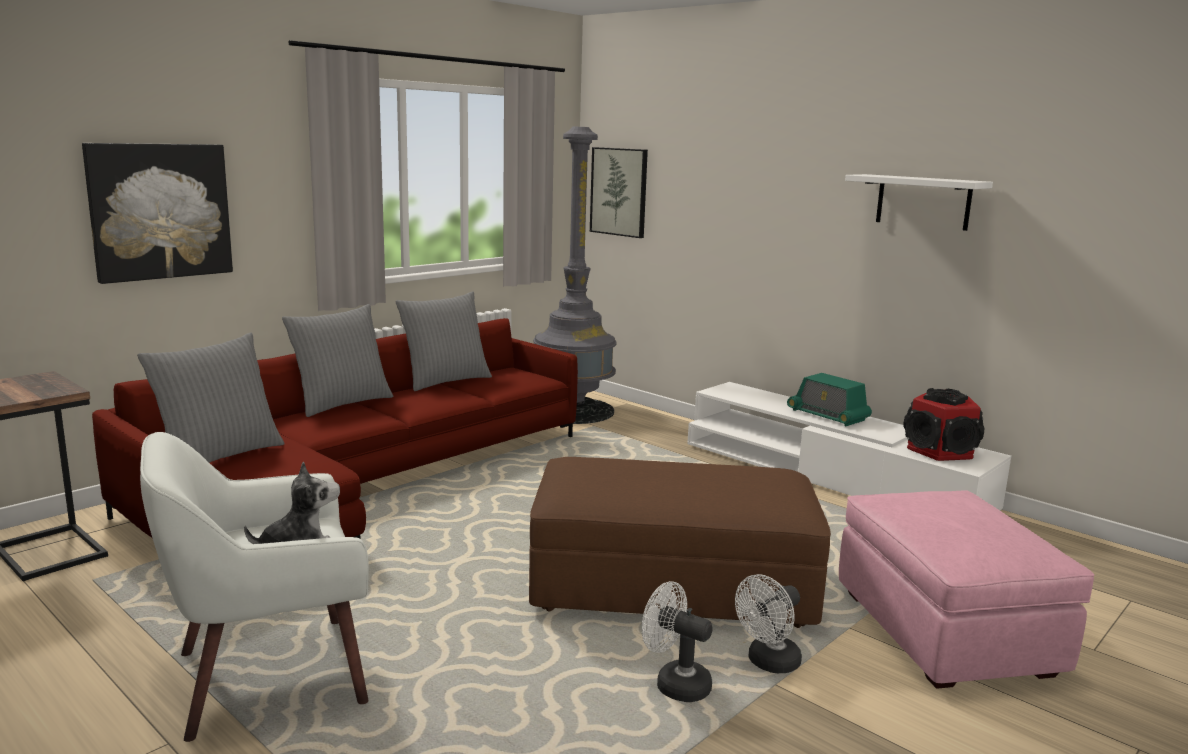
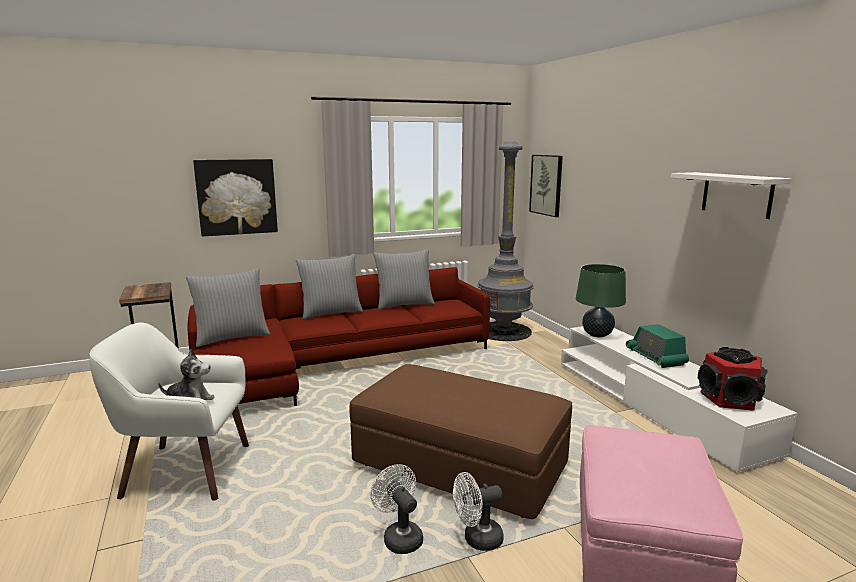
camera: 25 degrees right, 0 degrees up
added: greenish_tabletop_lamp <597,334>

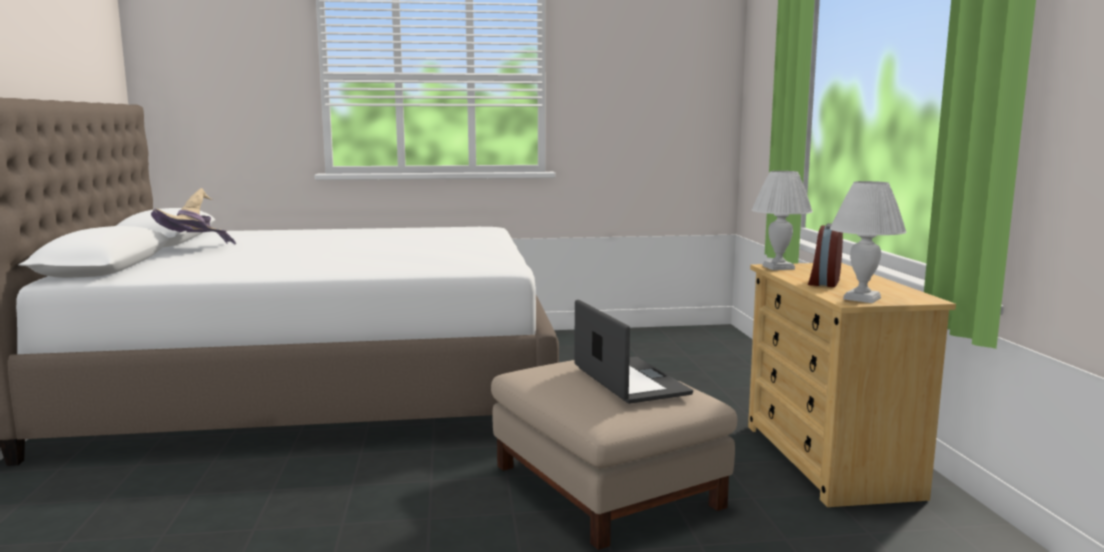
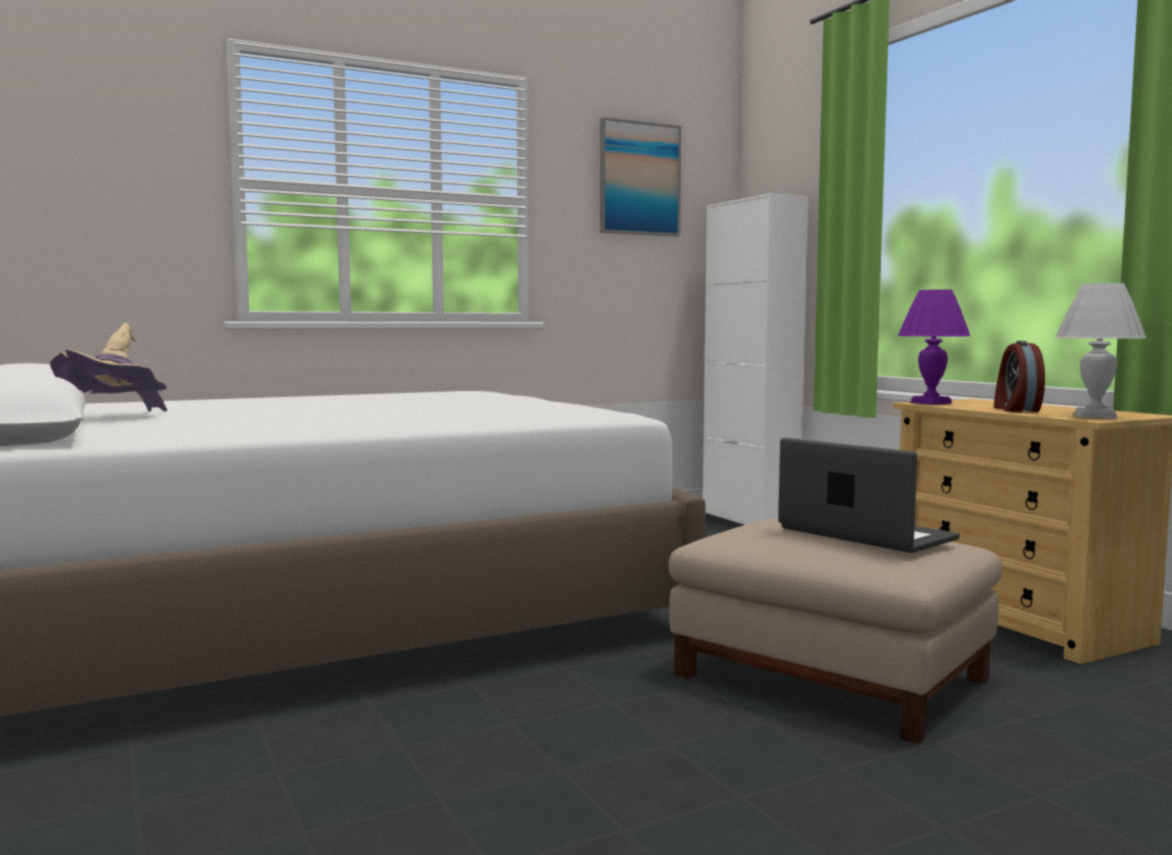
camera: 20 degrees left, 5 degrees down
added: picture <639,179>; white-coloured_storage_cabinet <749,520>
recoloured: white-coloured_tabletop_lamp <777,267> to purple-coloured_tabletop_lamp <930,403>

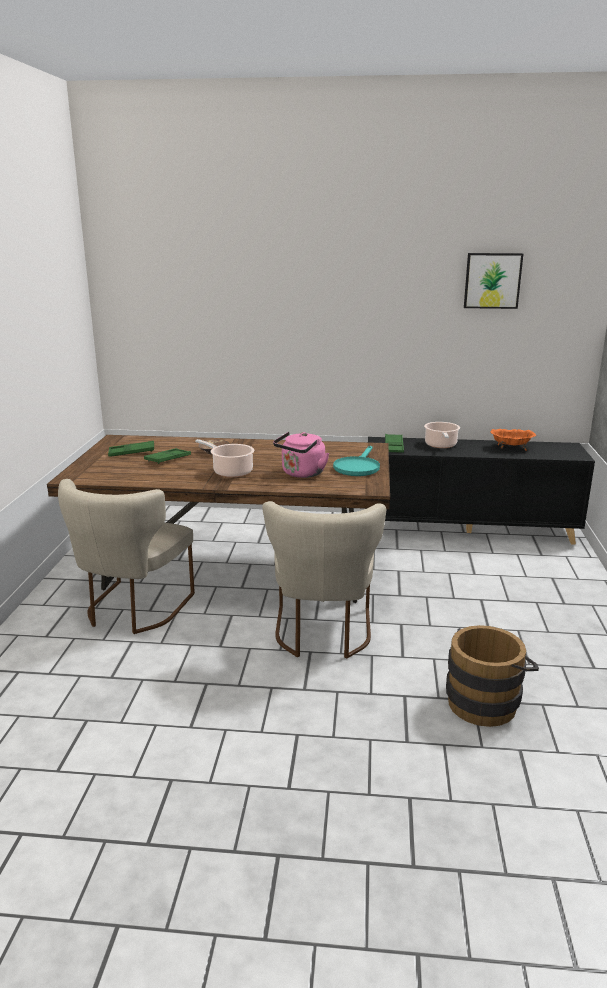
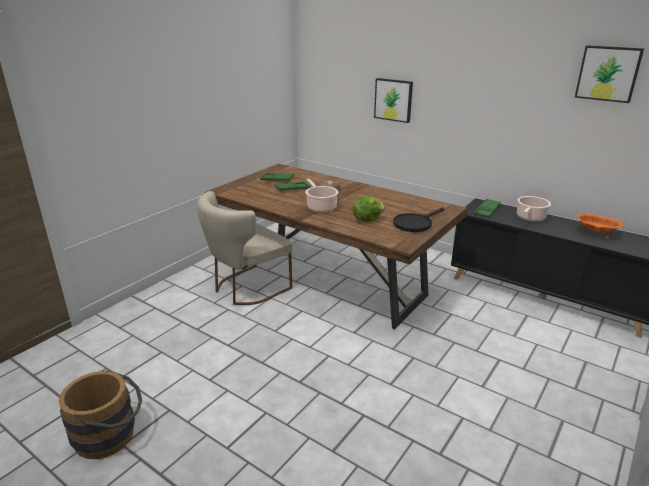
camera: 30 degrees right, 5 degrees up
removed: sand-coloured_chair <322,634>
added: picture <393,100>
moved: brown_pail <486,701> to <111,435>
replaced: pink-coloured_kettle <301,474> to head_of_lettuce <367,220>
recoloured: blue-green_frying_pan <357,467> to blackish_frying_pan <415,223>

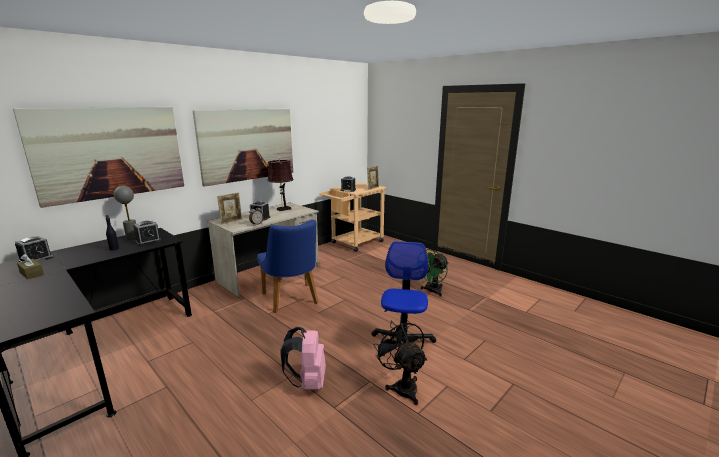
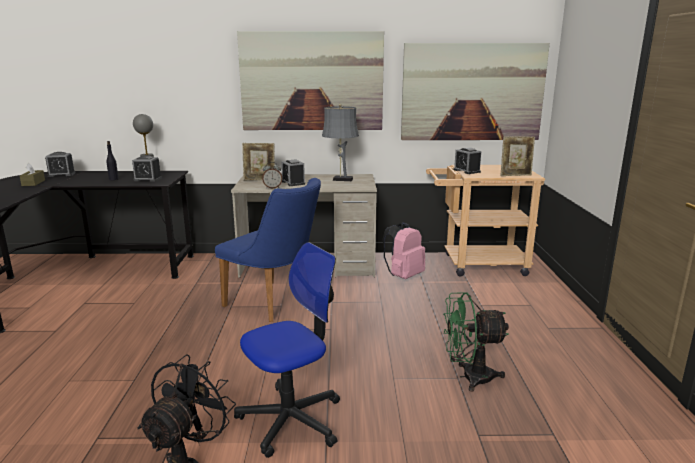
camera: 45 degrees right, 0 degrees up
moved: picture <110,152> to <472,92>; pink-coloured_knapsack <308,382> to <403,276>
recoloured: brown_tabletop_lamp <282,209> to grey_tabletop_lamp <340,179>
turned: blue-coloured_chair <292,300> = <275,303> 75 degrees counterclockwise

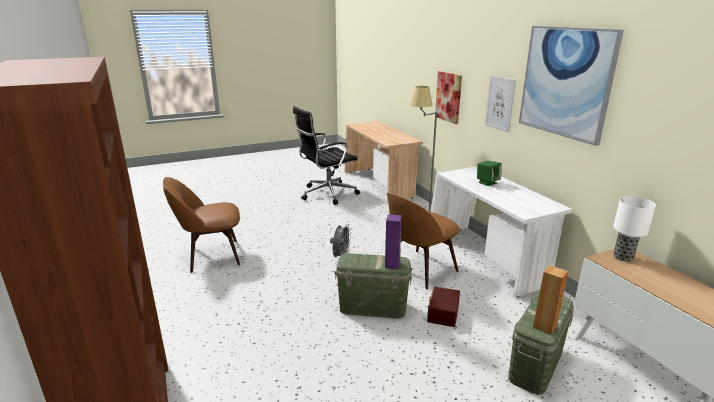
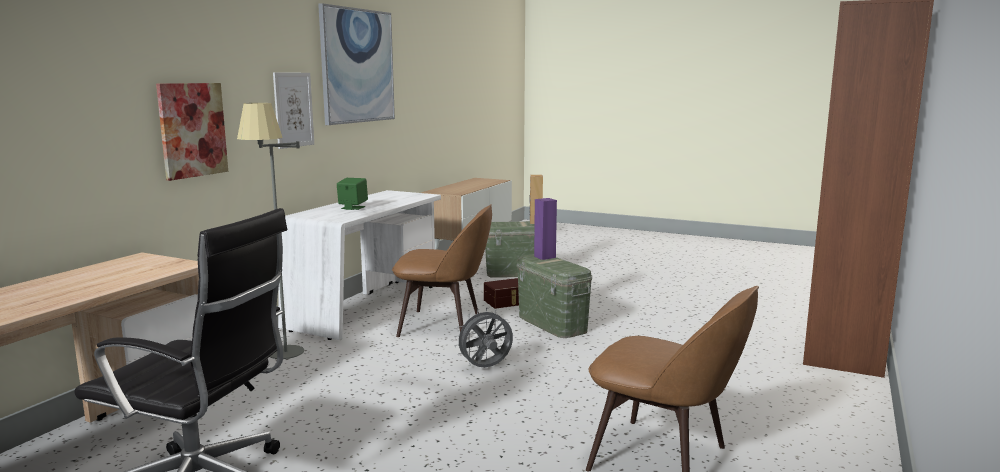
camera: 130 degrees left, 10 degrees down
removed: tabletop_lamp <622,257>

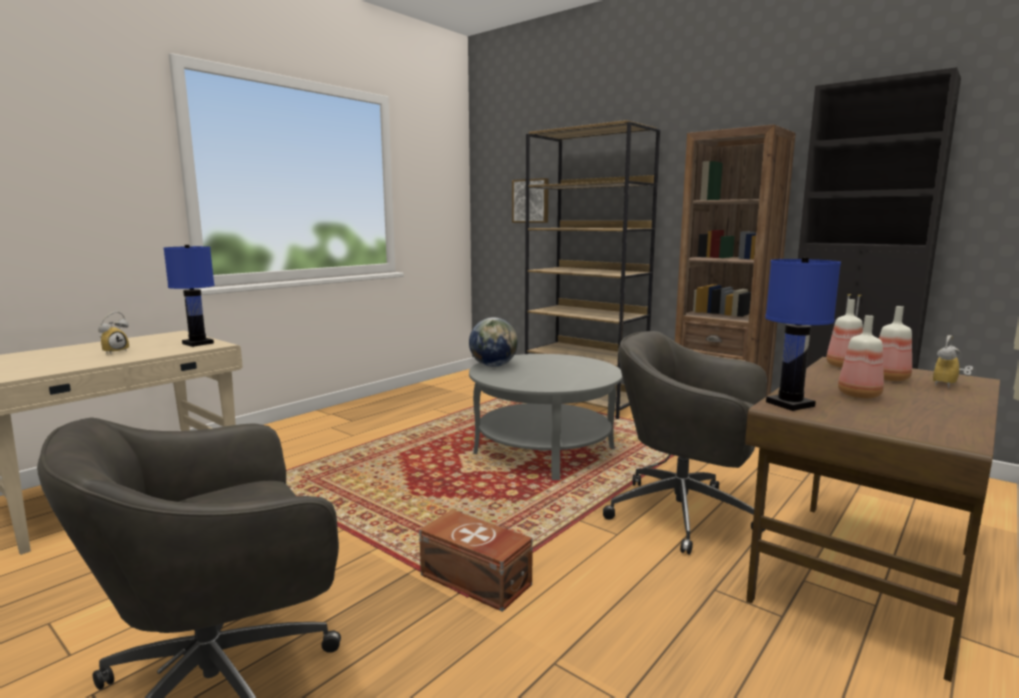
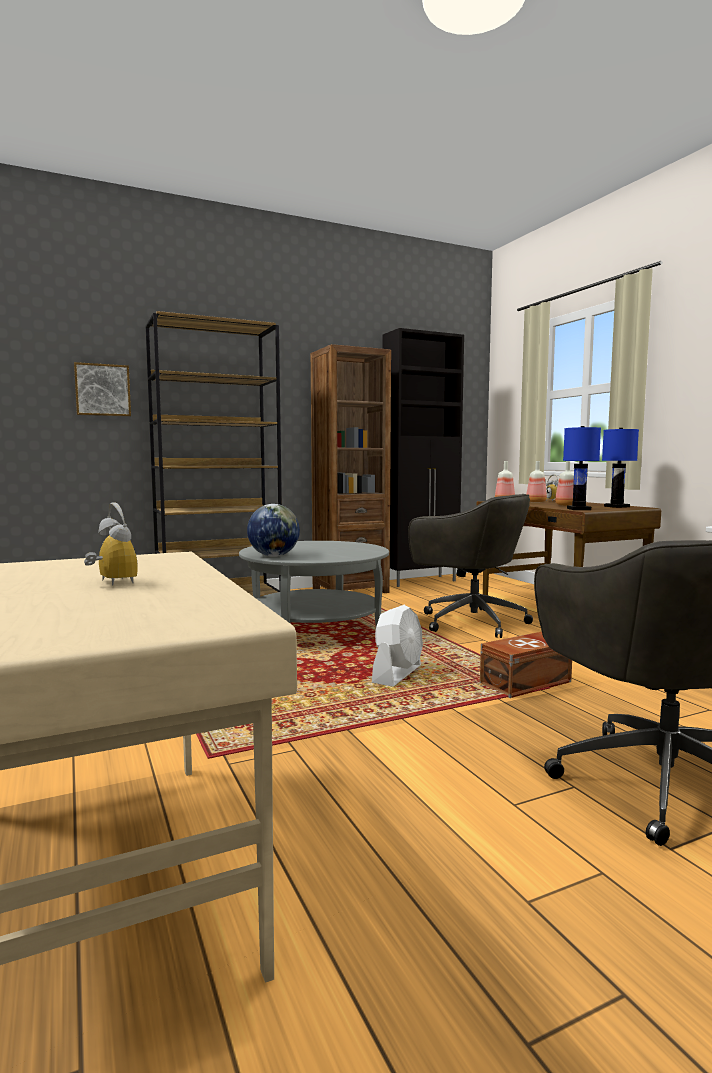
camera: 65 degrees left, 5 degrees down
added: white-coloured_electric_fan <397,675>
moved: blue-coloured_tabletop_lamp <197,343> to <616,506>
turned: grey_office_chair <685,515> = <469,622> 105 degrees counterclockwise

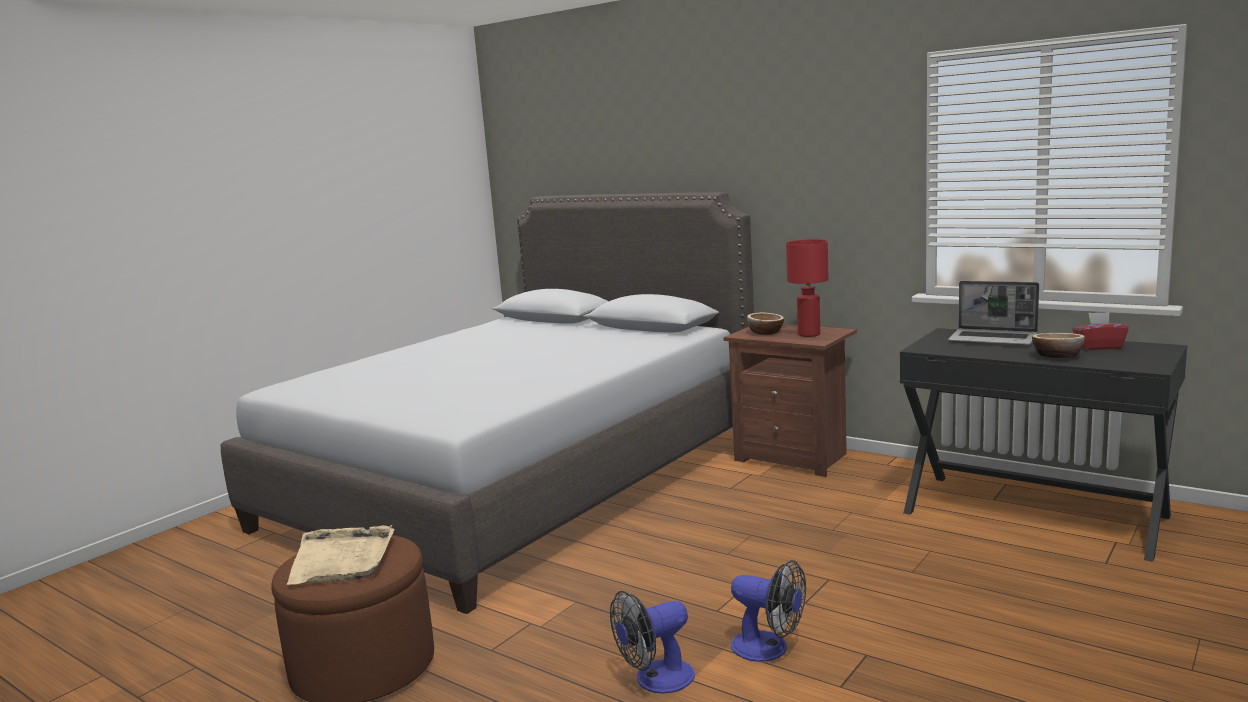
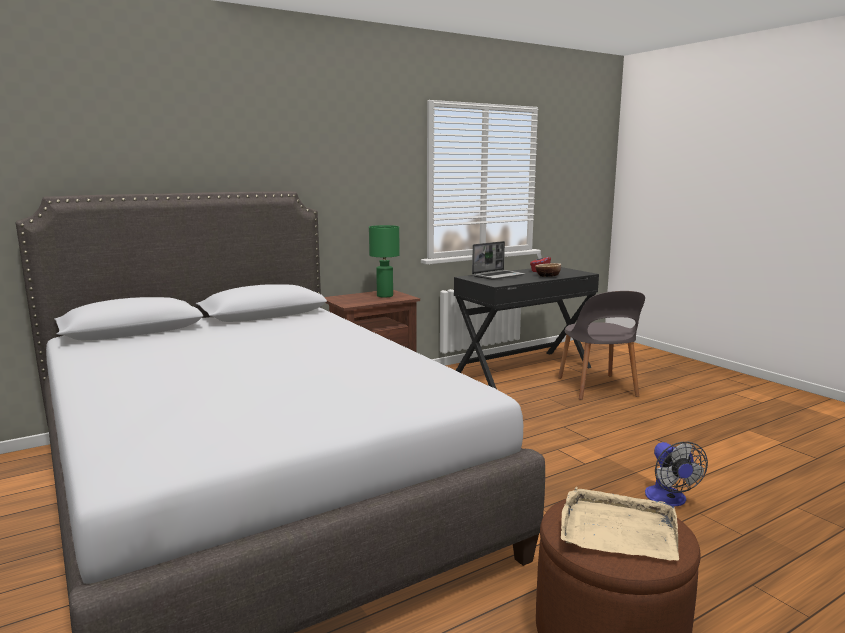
camera: 70 degrees left, 0 degrees up
removed: electric_fan <769,649>; bowl <765,332>
added: grey_chair <597,388>
recoloured: reddish_tabletop_lamp <809,335> to greenish_tabletop_lamp <385,296>

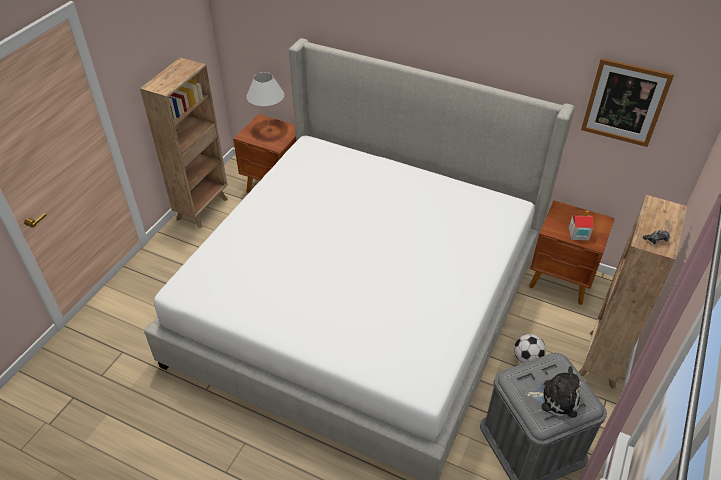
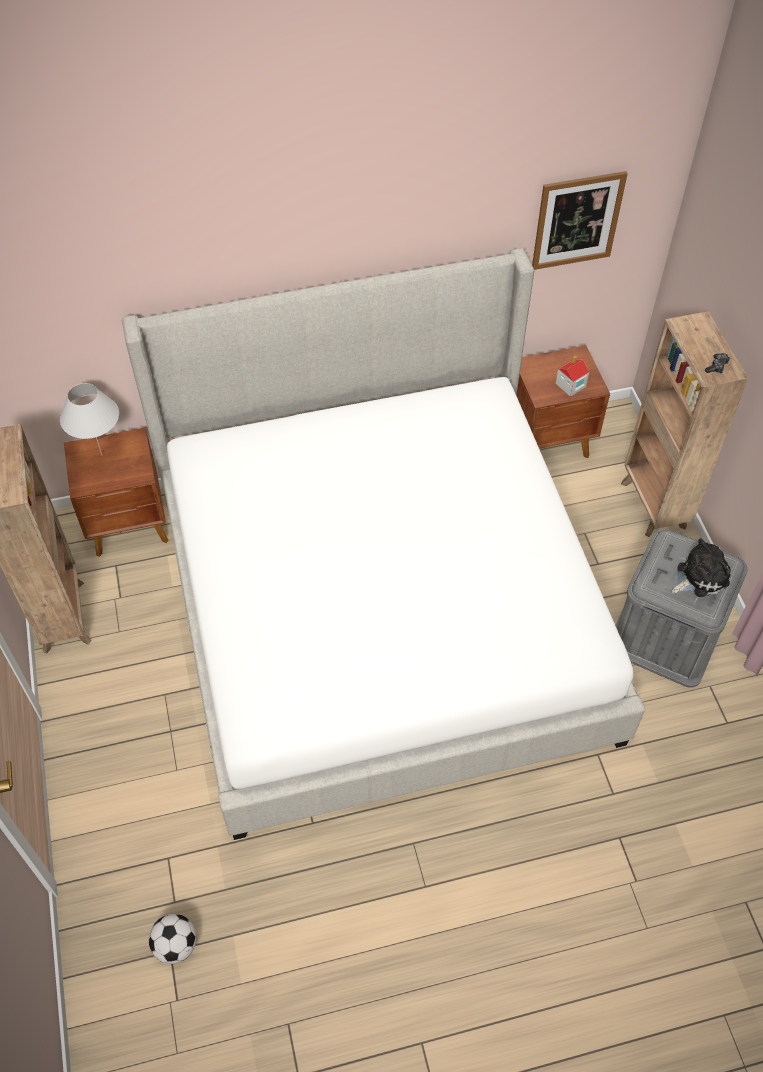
camera: 40 degrees left, 10 degrees up
moved: football_ball <527,358> to <176,945>

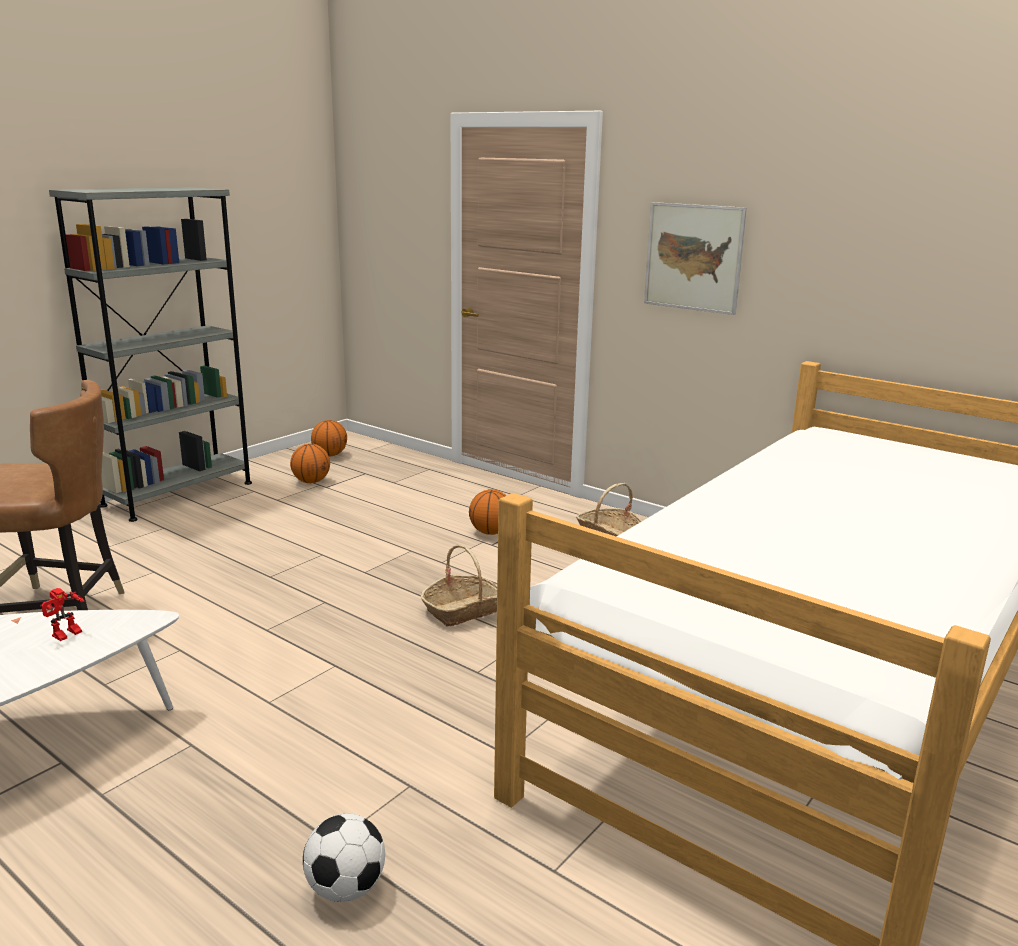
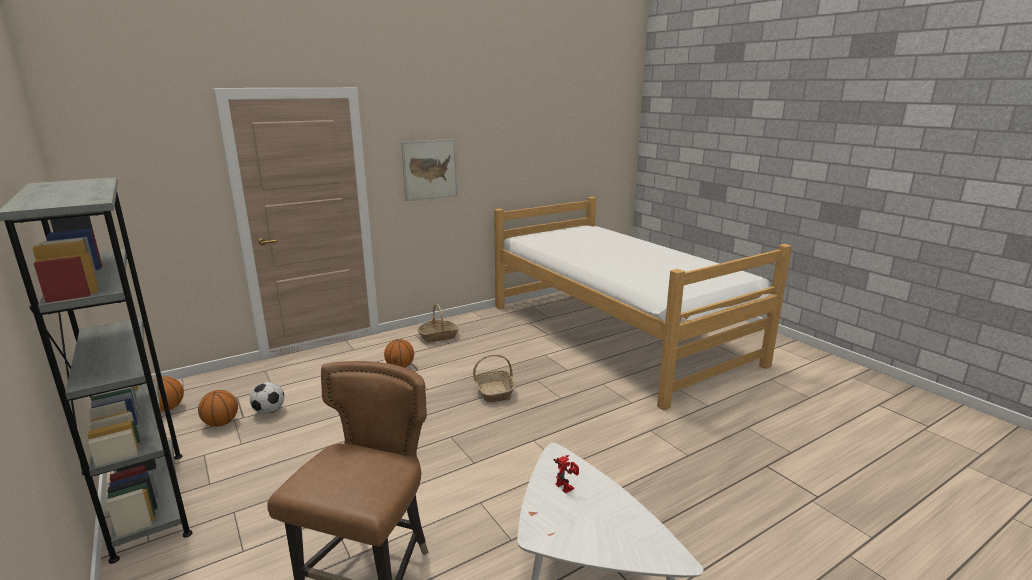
camera: 70 degrees left, 0 degrees up
moved: football_ball <346,888> to <269,411>

